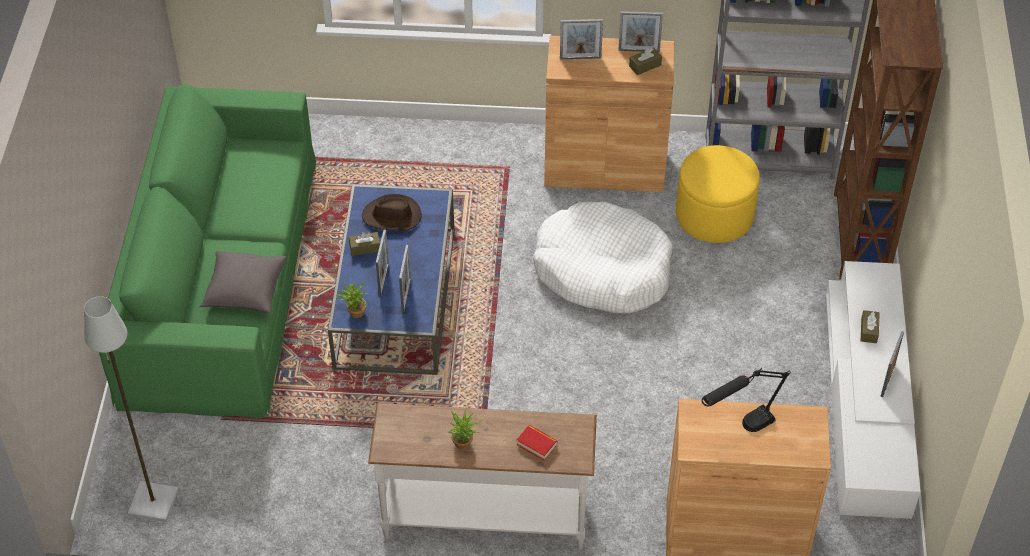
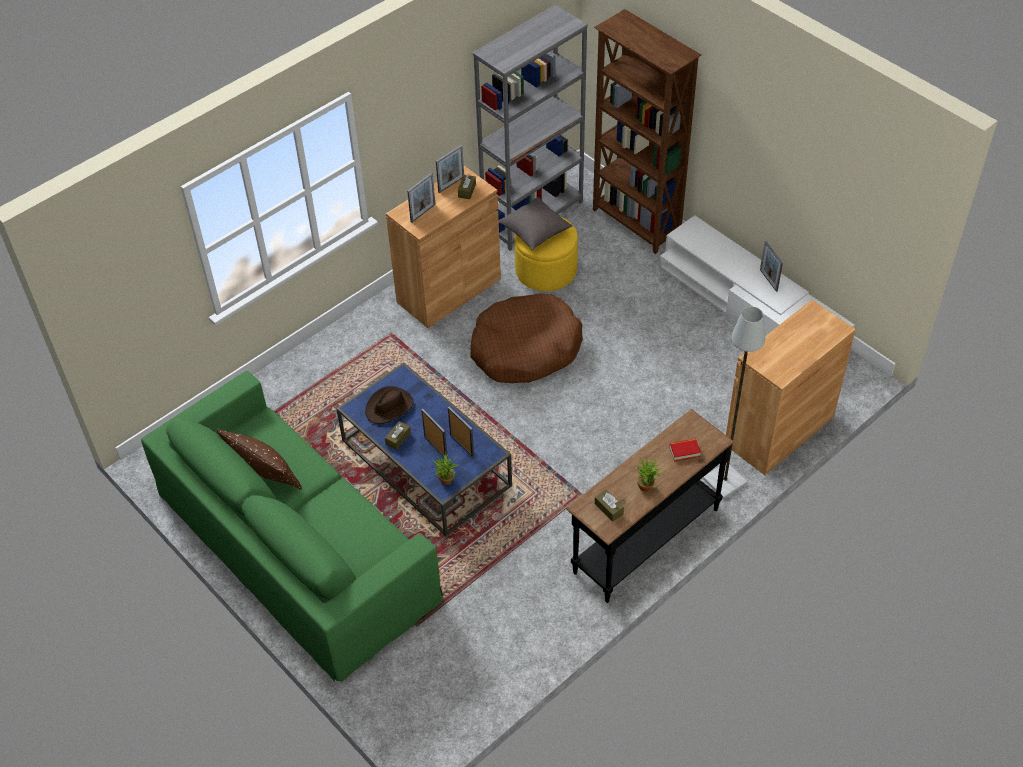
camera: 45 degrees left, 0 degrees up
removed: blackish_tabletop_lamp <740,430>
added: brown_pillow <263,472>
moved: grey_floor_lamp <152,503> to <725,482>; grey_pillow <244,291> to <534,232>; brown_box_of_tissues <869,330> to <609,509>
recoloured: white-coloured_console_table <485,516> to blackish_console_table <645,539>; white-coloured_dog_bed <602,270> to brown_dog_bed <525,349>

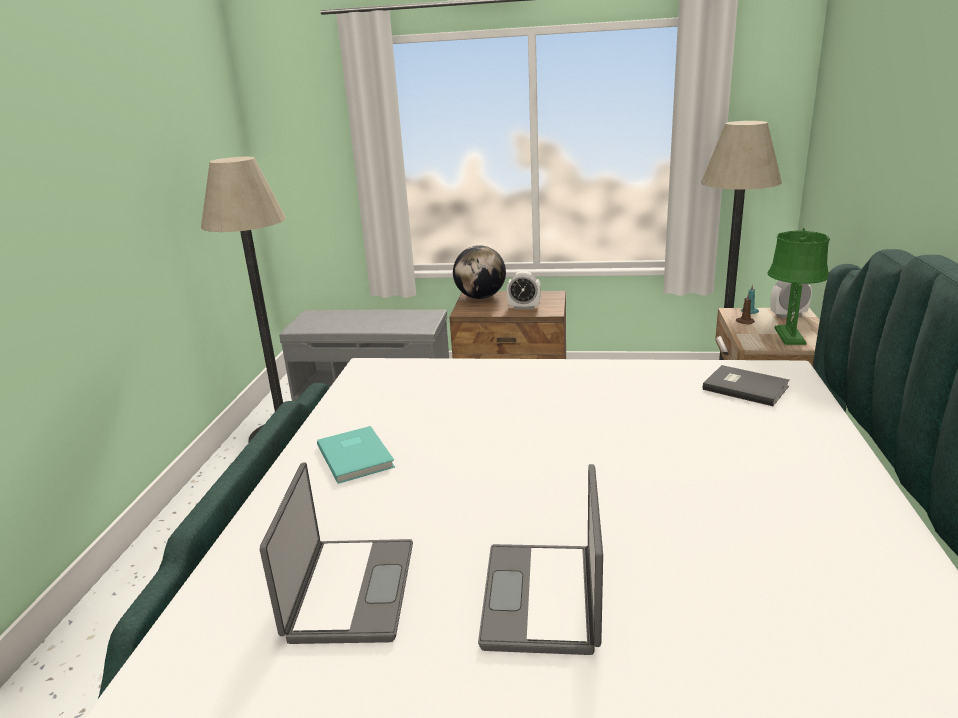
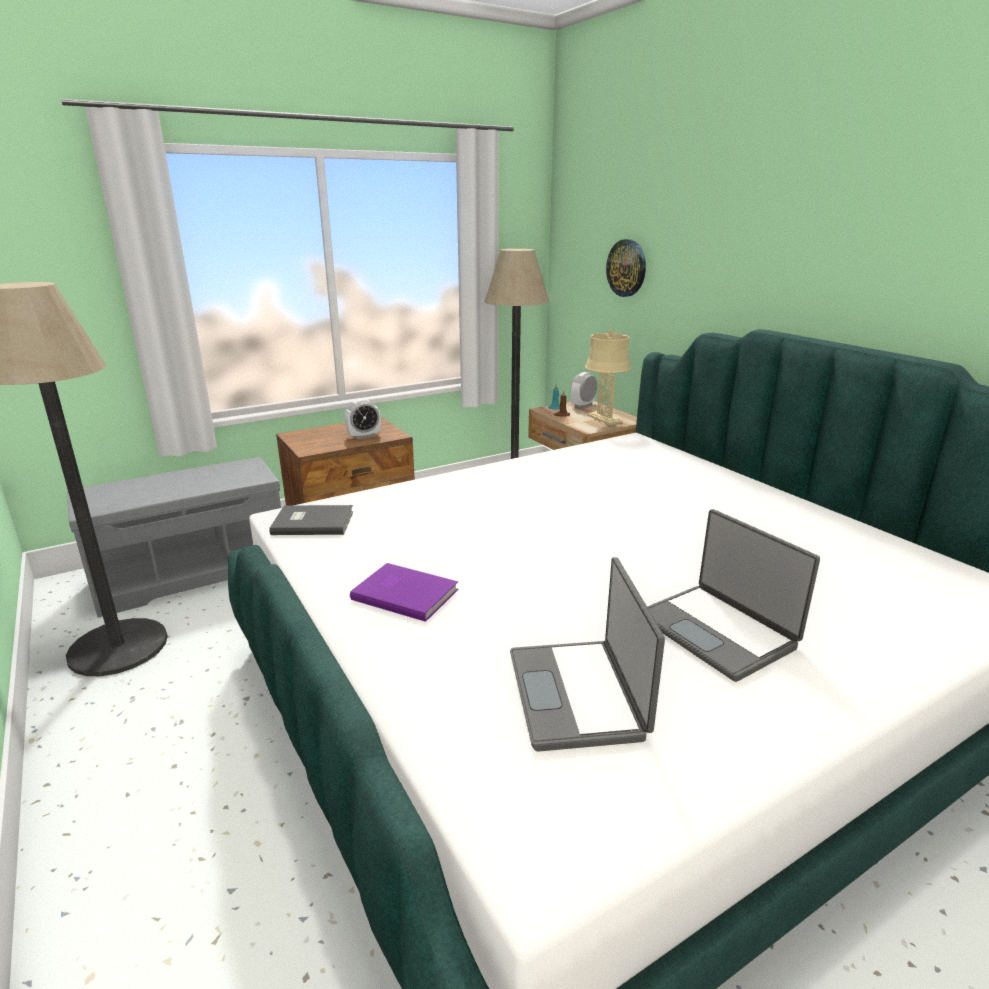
camera: 40 degrees left, 0 degrees up
removed: world_globe <480,297>
added: wall_clock <627,268>
moved: grey_book <745,387> to <312,522>
recoloured: blue-green_book <357,455> to purple-coloured_book <405,593>; greenish_tabletop_lamp <789,336> to sand-coloured_tabletop_lamp <603,419>
turned: portable_computer <349,591> = <579,694> 150 degrees counterclockwise

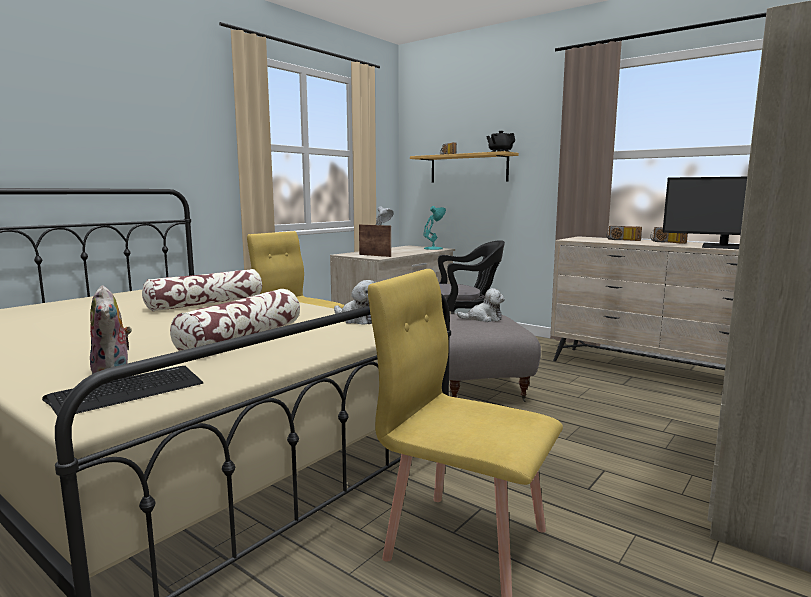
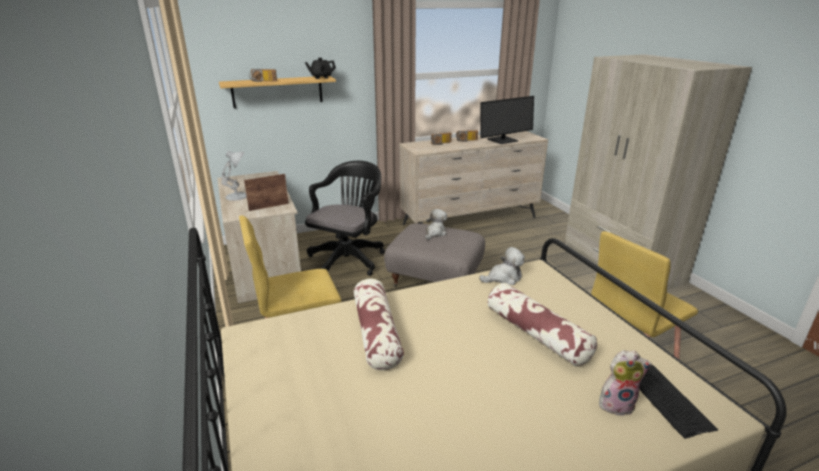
camera: 60 degrees left, 15 degrees up
removed: blue-green_tabletop_lamp <434,248>

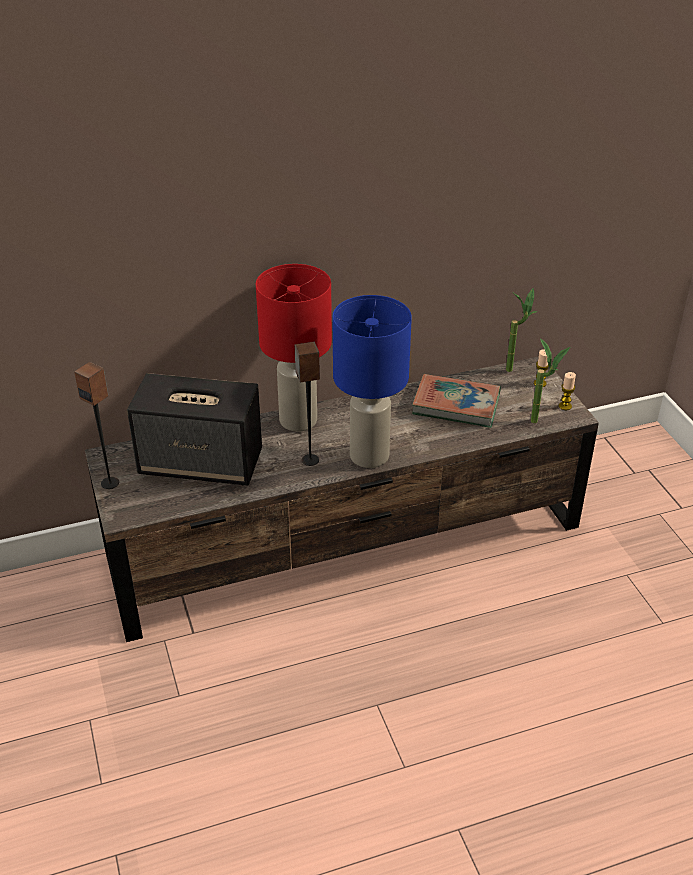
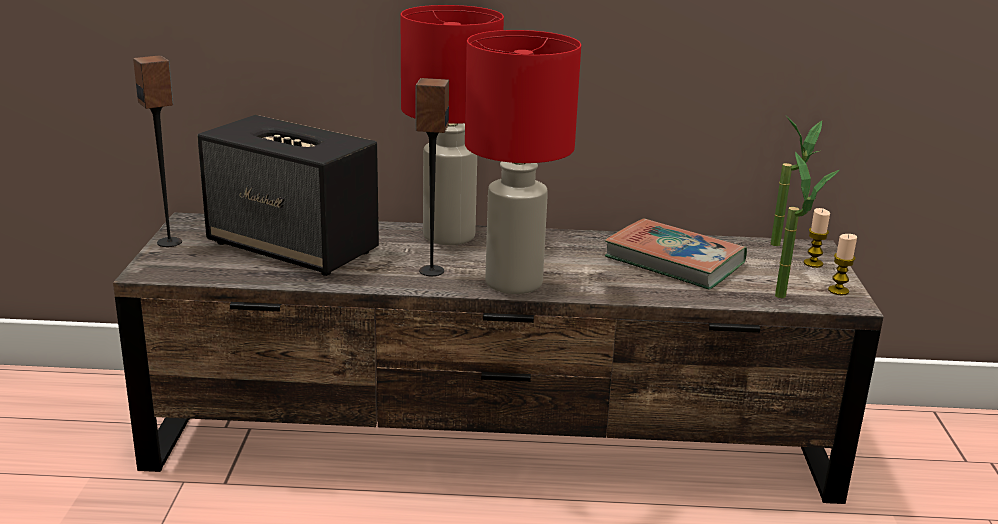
camera: 20 degrees right, 15 degrees down
recoloured: blue-coloured_tabletop_lamp <368,455> to reddish_tabletop_lamp <513,282>

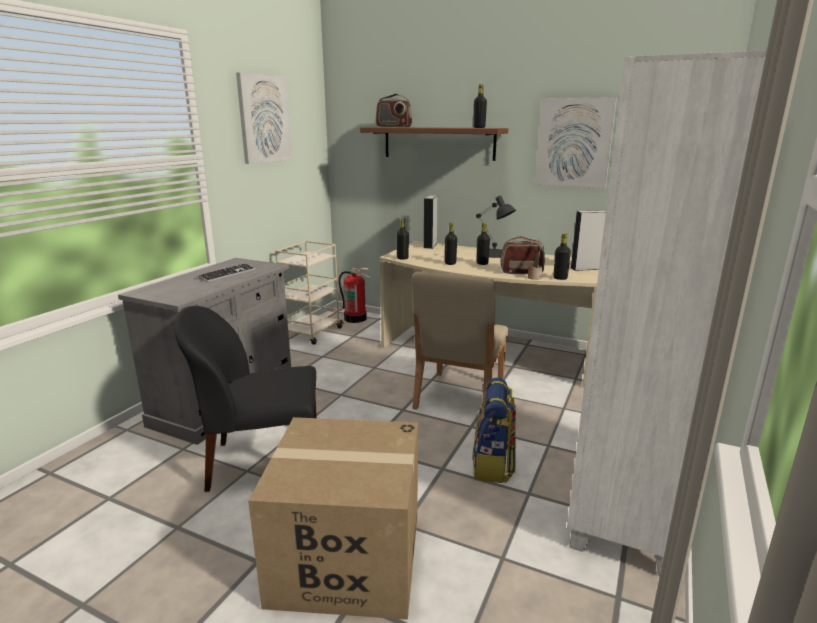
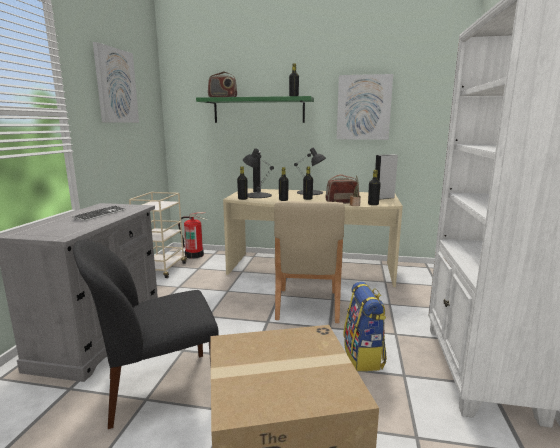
camera: 15 degrees left, 5 degrees down
added: blackish_tabletop_lamp <257,195>
recoloured: brown_wall_shelf <438,143> to greenish_wall_shelf <258,110>

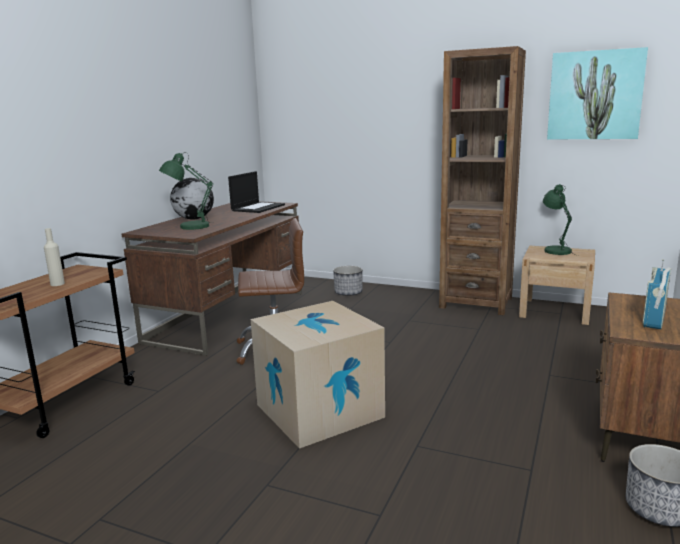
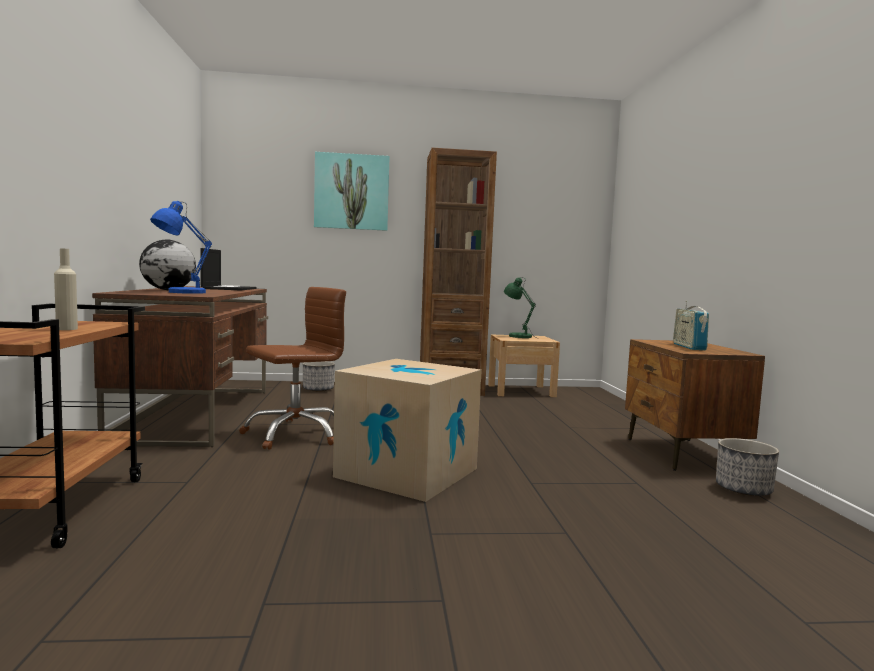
camera: 30 degrees left, 10 degrees down
moved: picture <595,95> to <351,192>
recoloured: greenish_tabletop_lamp <190,227> to blue-coloured_tabletop_lamp <182,292>

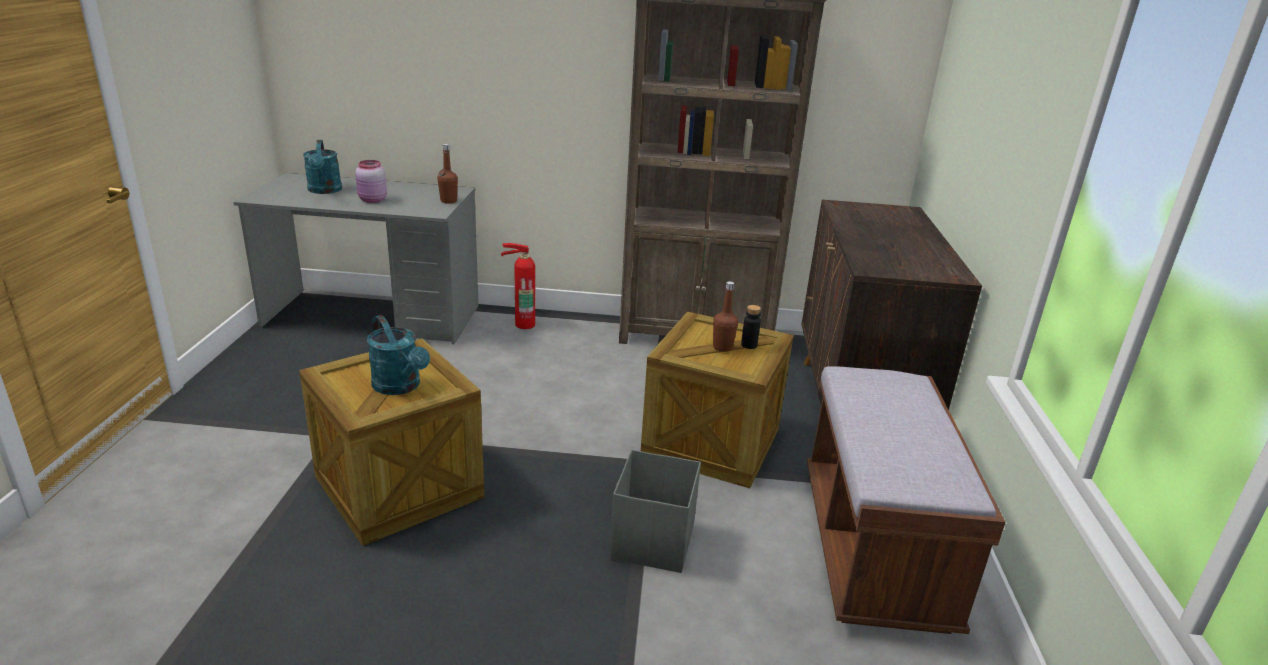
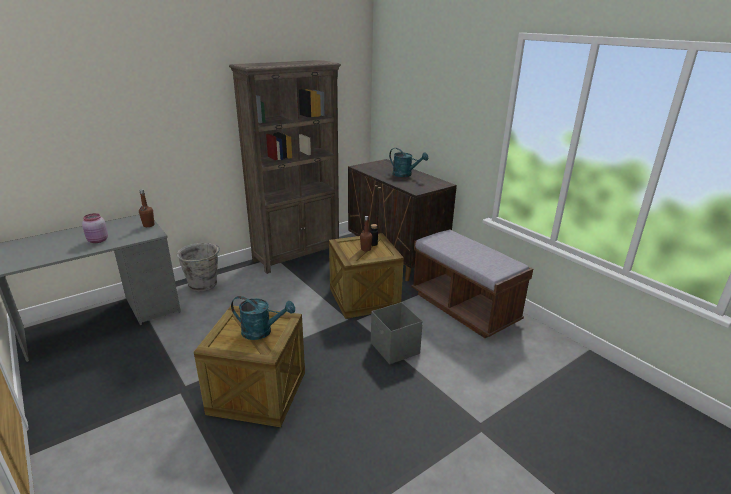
camera: 40 degrees left, 0 degrees up
moved: blue-green_watering_pot <324,191> to <405,175>
replaced: extinguisher <523,324> to grey_pail <203,285>

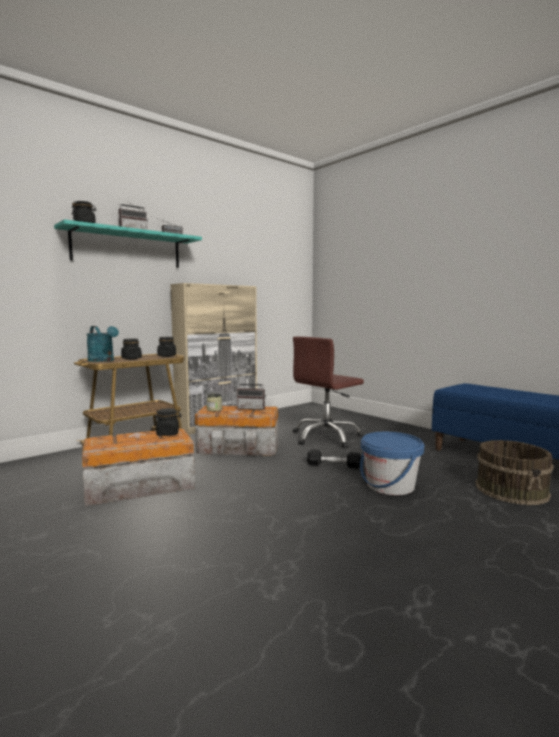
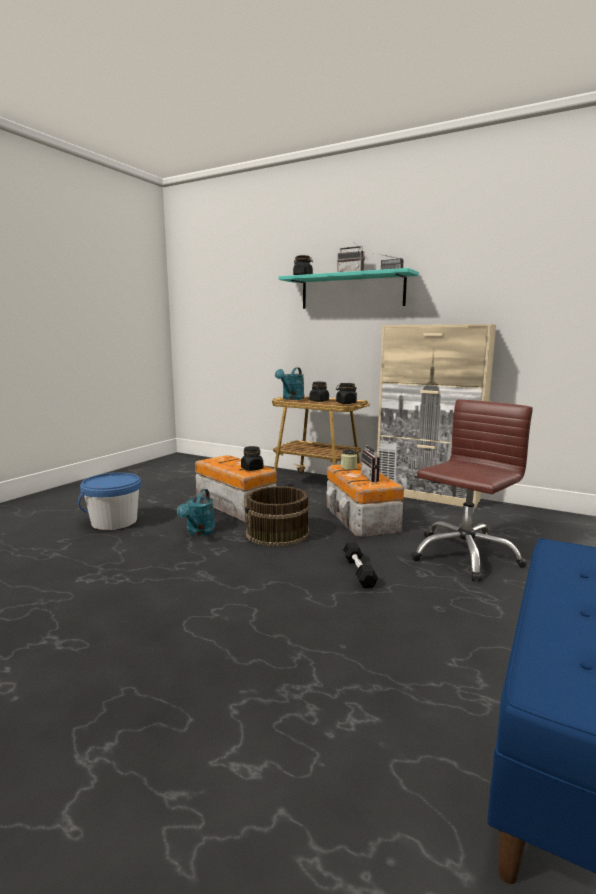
camera: 70 degrees right, 5 degrees up
added: blue-green_watering_pot <199,532>
moved: blue-coloured_pail <390,485> to <114,522>; brown_pail <512,490> to <277,533>
turned: brown_office_chair <326,437> = <464,555> 105 degrees clockwise

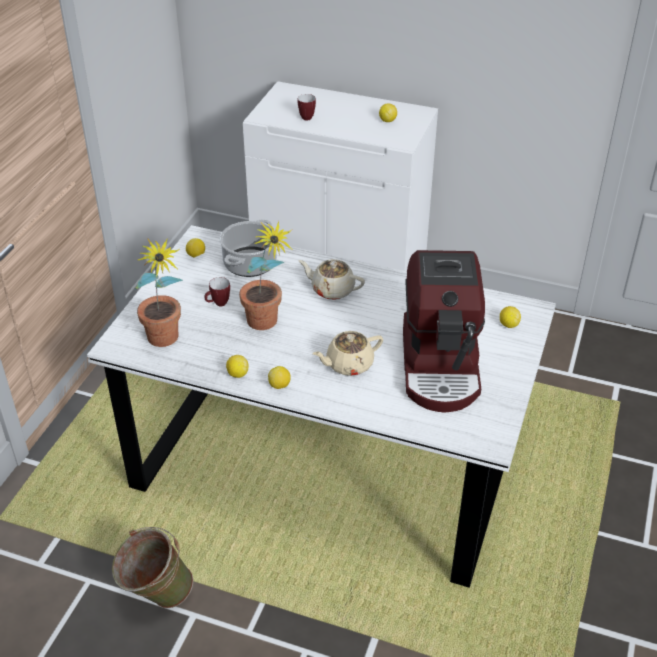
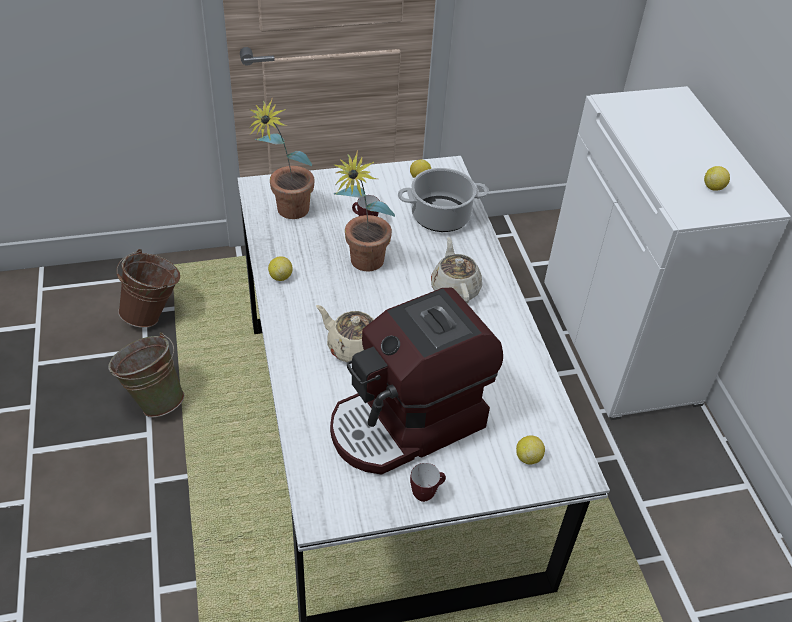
camera: 55 degrees right, 5 degrees up
removed: whole_lemon <279,385>
added: brown_pail <154,314>
moved: tea_mug <306,117> to <426,493>

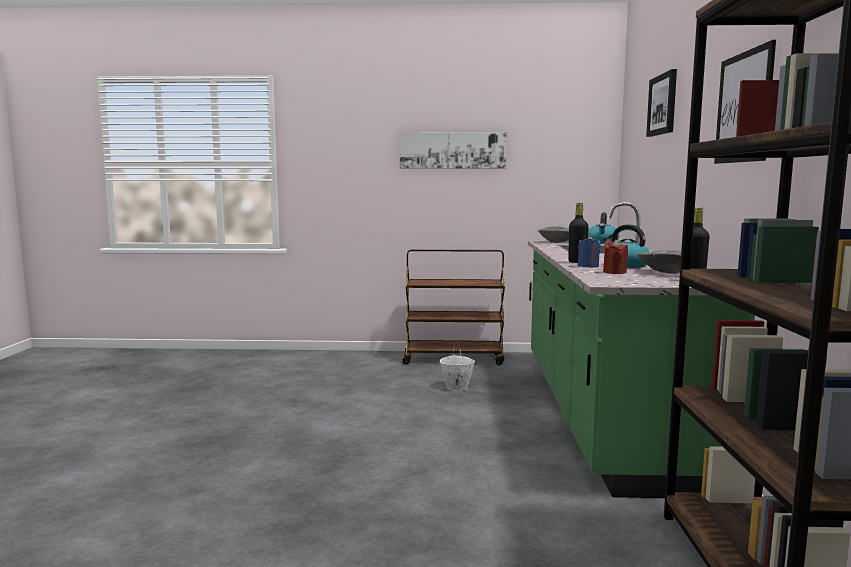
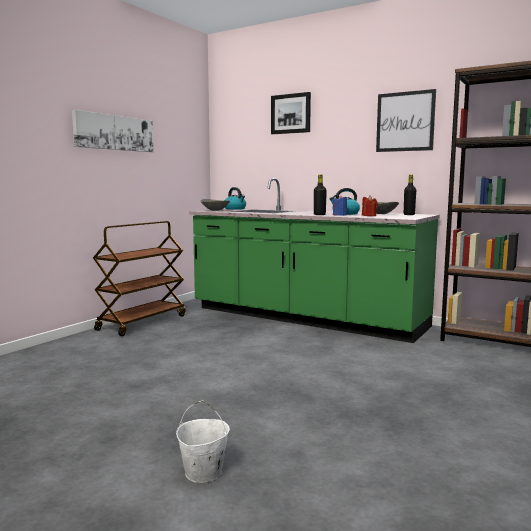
camera: 60 degrees left, 0 degrees up
moved: white-coloured_pail <456,387> to <203,473>

